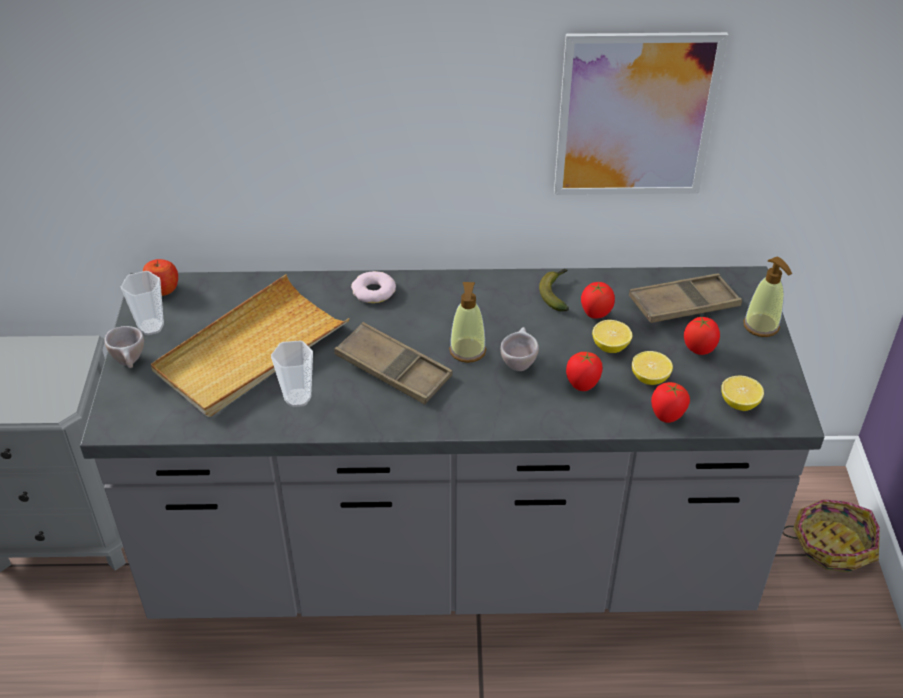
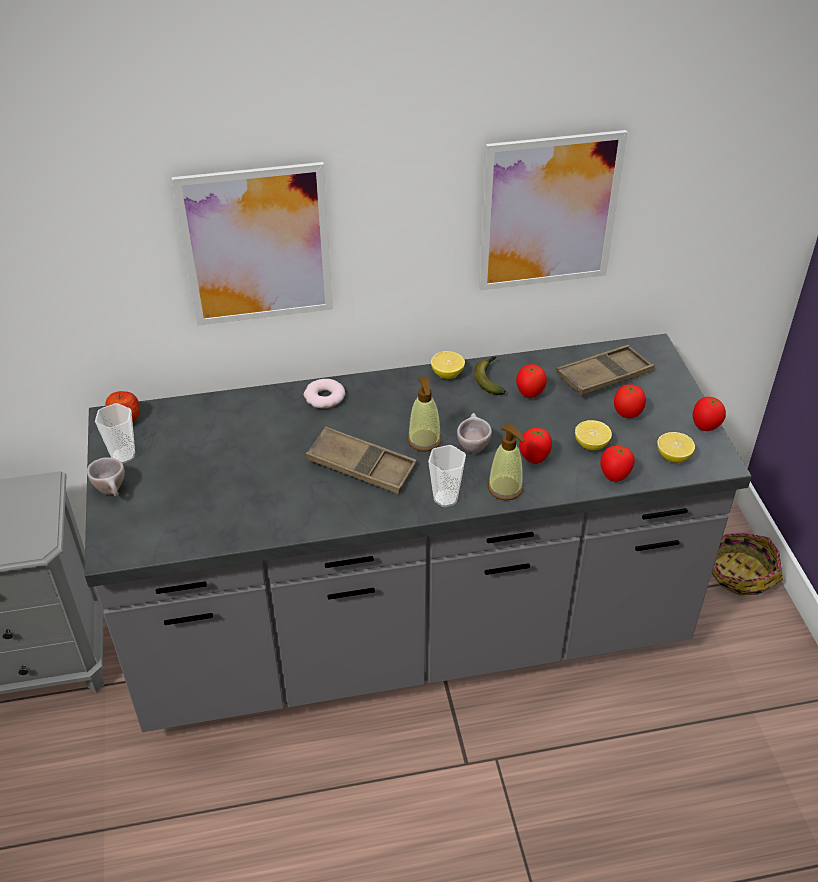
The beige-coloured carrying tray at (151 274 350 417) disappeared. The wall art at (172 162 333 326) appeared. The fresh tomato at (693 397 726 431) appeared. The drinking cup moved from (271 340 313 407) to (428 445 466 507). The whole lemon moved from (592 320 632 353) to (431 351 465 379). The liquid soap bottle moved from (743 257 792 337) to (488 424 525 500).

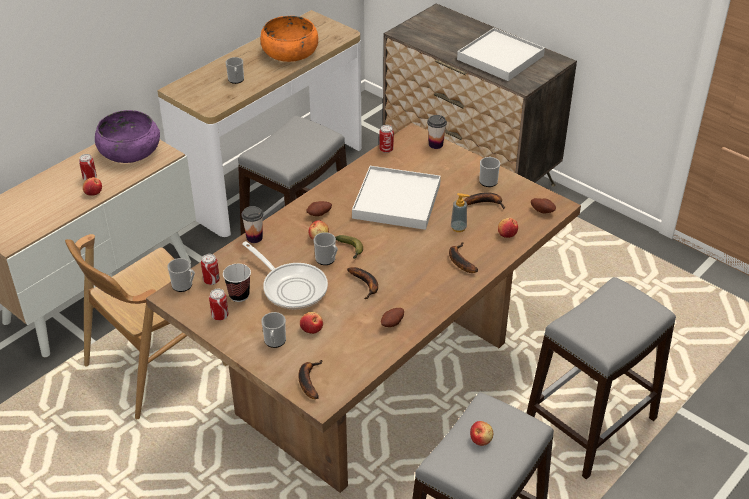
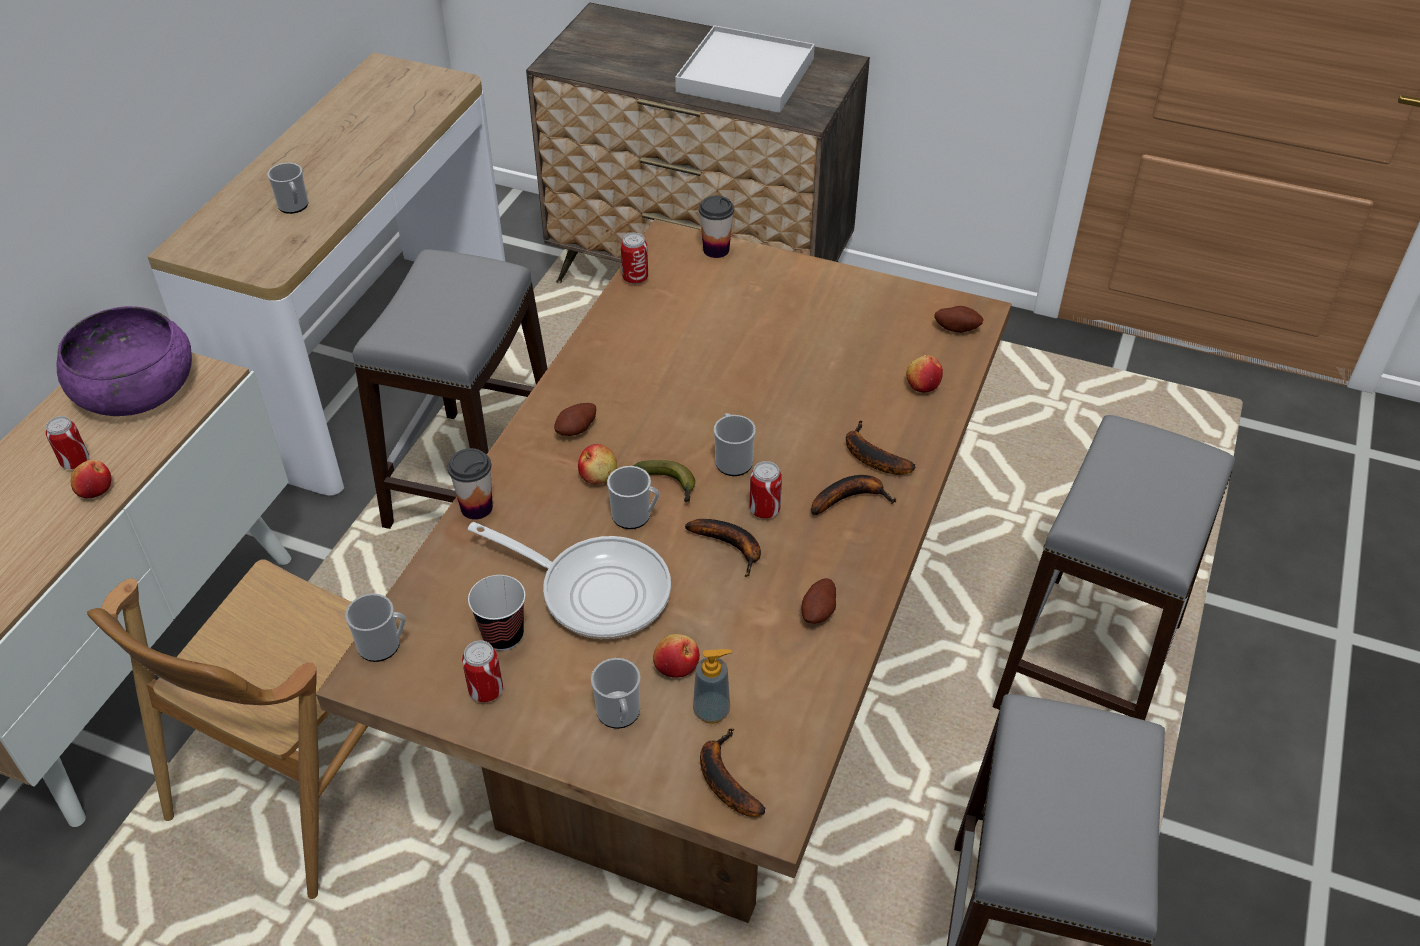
The orangey deep dish at (260 16 318 62) disappeared. The whitish carrying tray at (352 166 441 230) disappeared. The apple at (470 421 493 446) disappeared. The sealed can moved from (201 254 220 285) to (749 461 782 519). The liquid soap bottle moved from (451 193 470 232) to (693 649 732 724). The banana moved from (464 192 505 209) to (811 475 896 516). The mug moved from (479 156 500 187) to (714 413 756 476).

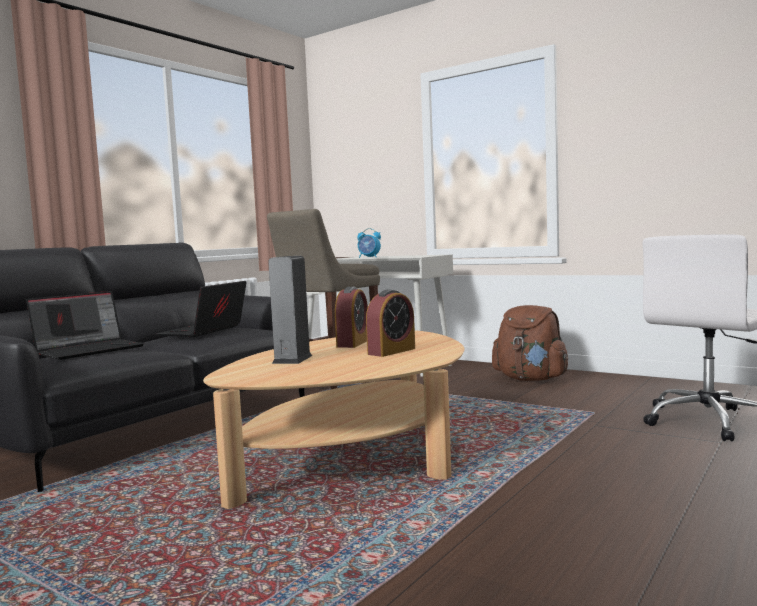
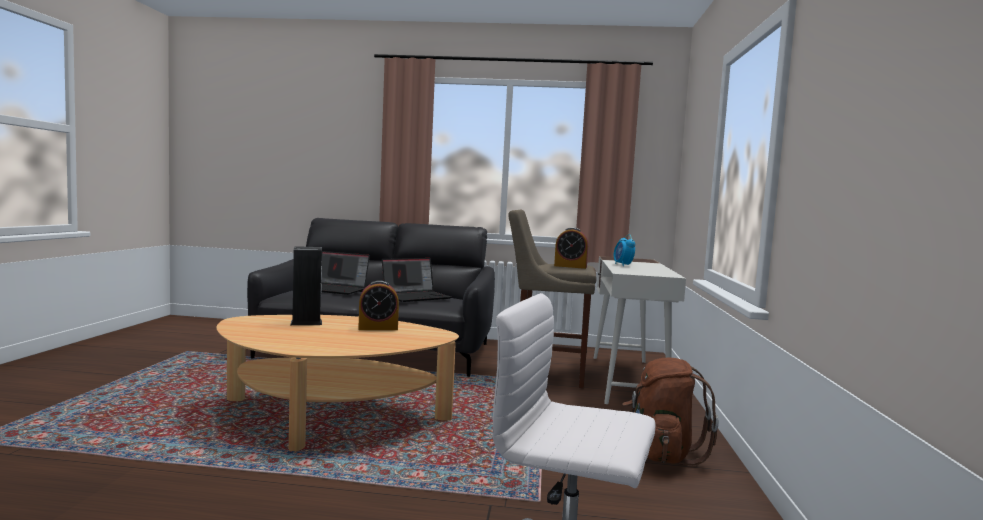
The table clock moved from (366 289 415 357) to (554 227 588 269). The portable computer at (156 281 247 337) turned 150 degrees clockwise.

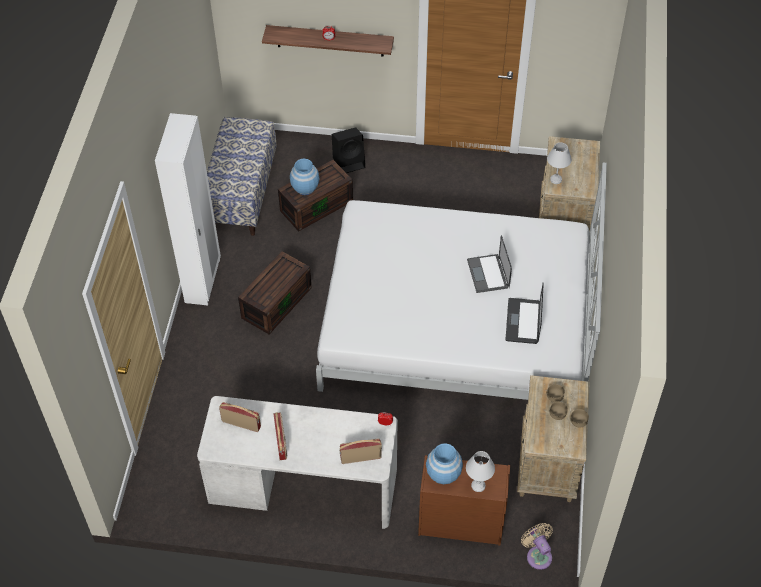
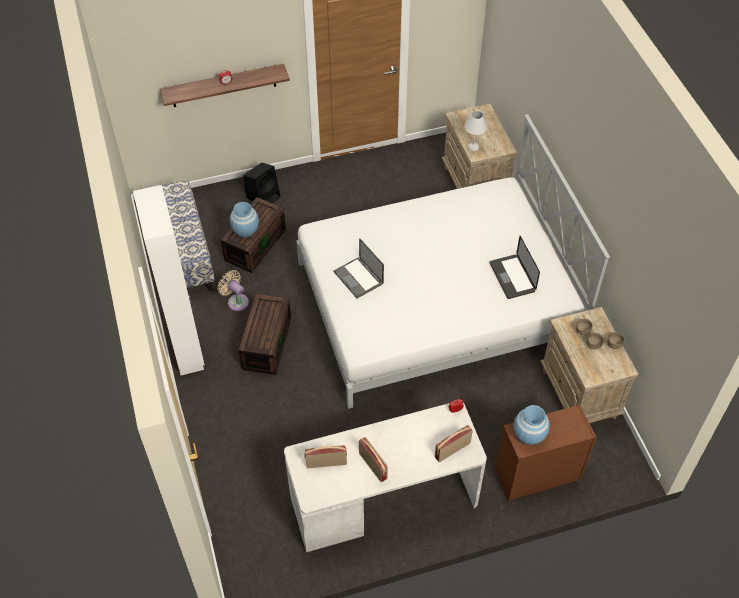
The whitish tabletop lamp at (466 451 495 492) disappeared. The portable computer moved from (467 235 512 293) to (334 238 384 299). The beige-coloured electric fan moved from (521 523 553 570) to (218 270 249 311).

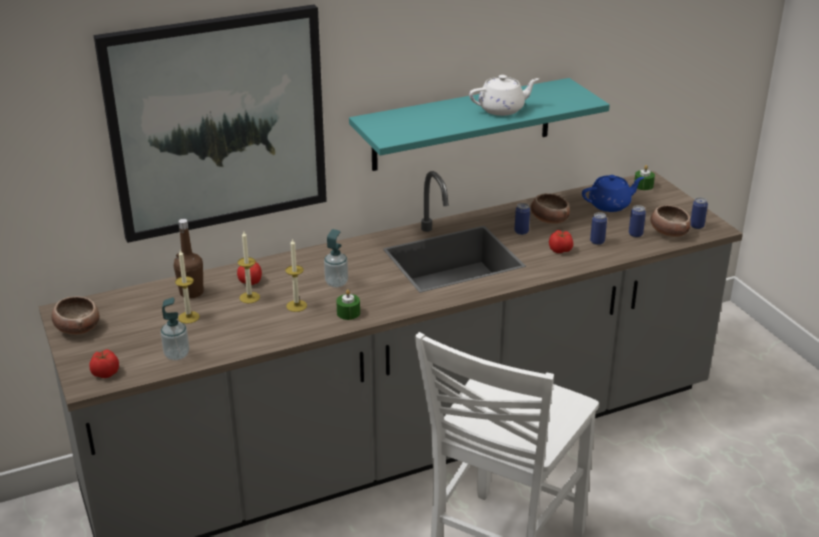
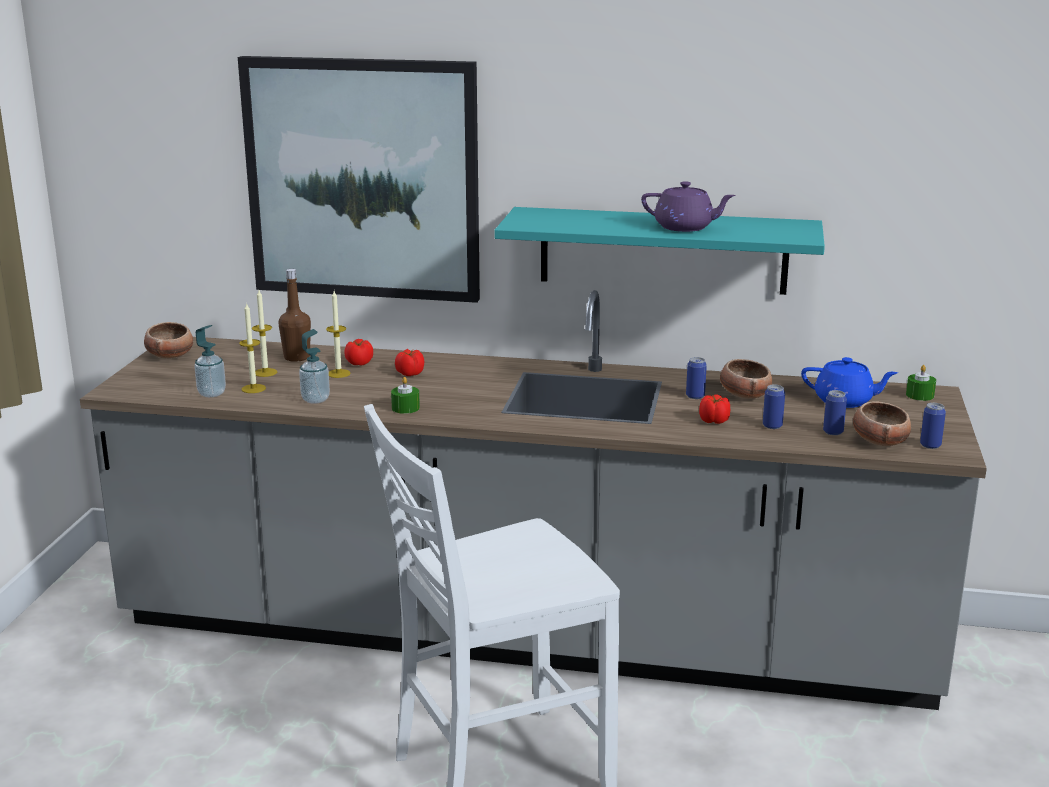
The fresh tomato moved from (89 350 119 378) to (395 349 424 376). The wax candle moved from (286 238 307 312) to (239 302 266 393). The liquid soap bottle moved from (324 229 348 288) to (299 329 330 404). The whitish pot for tea at (469 75 539 116) became the purplish pot for tea at (641 182 736 232).

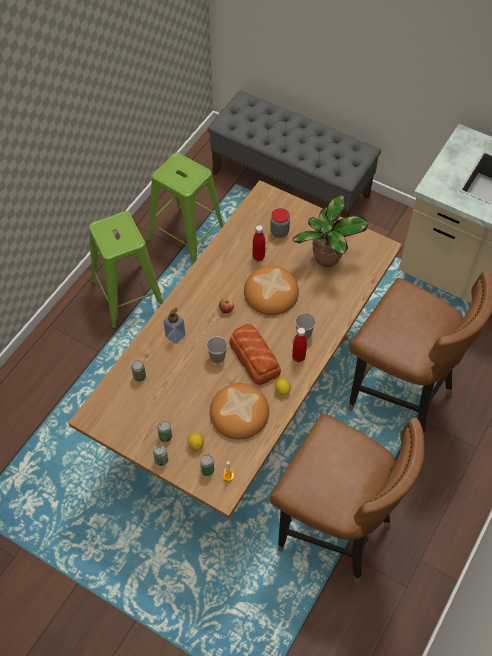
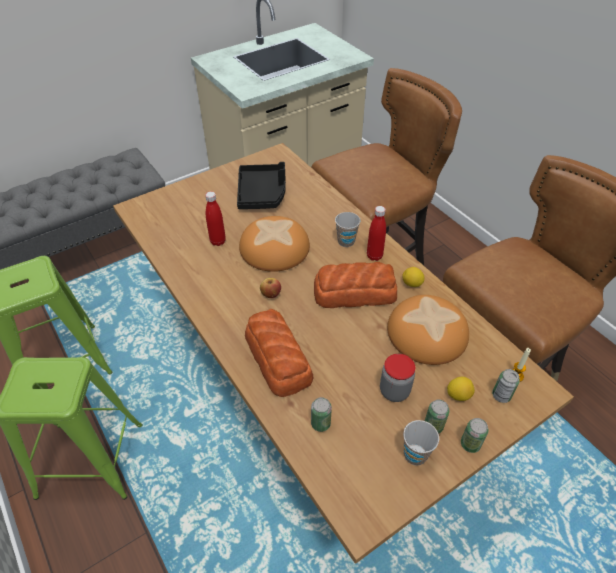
The drinking cup moved from (206 336 227 363) to (403 420 439 466). The jar moved from (270 208 290 238) to (380 354 415 402). The liquid soap bottle at (163 308 185 344) was replaced by the bakery bread at (245 309 314 397). The plant in a pot at (293 195 369 267) was replaced by the black carrying tray at (237 162 286 209).

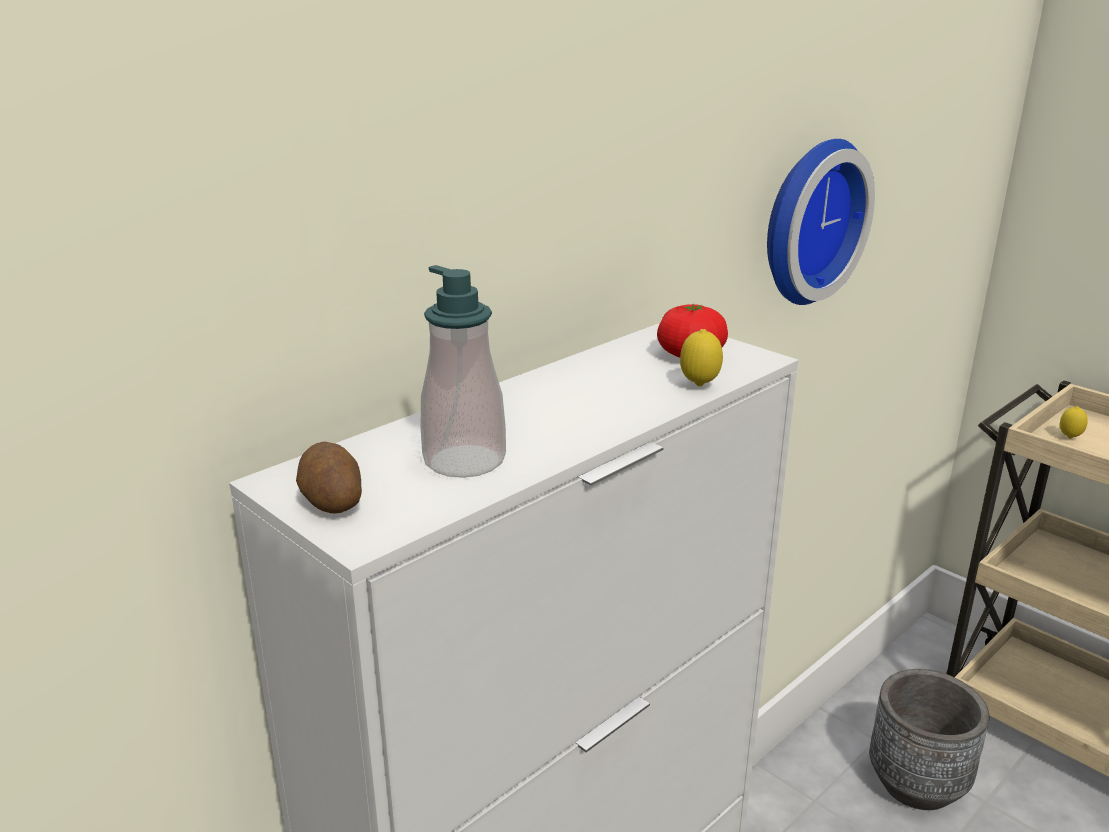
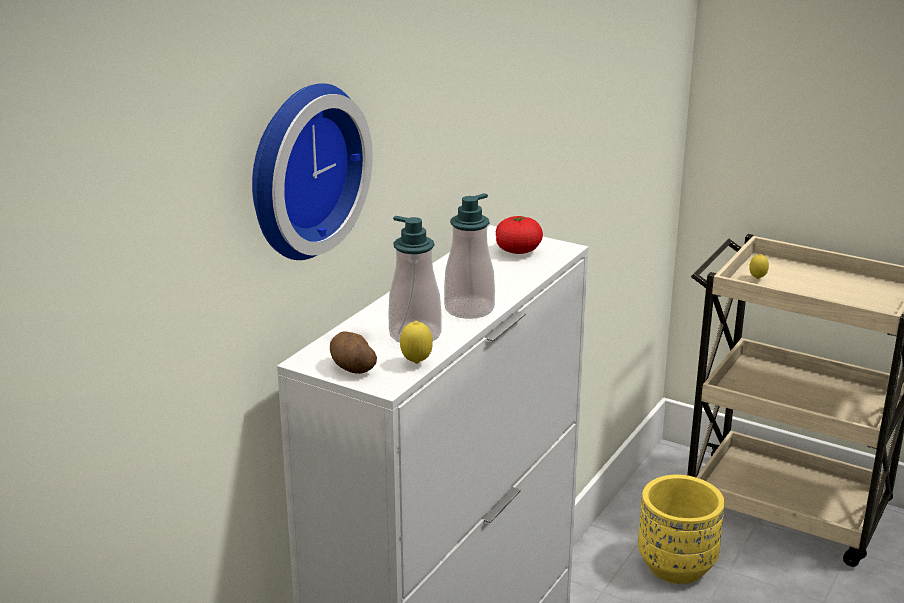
The liquid soap bottle at (444 193 495 319) appeared. The whole lemon moved from (680 329 723 386) to (400 321 433 364). The wall clock moved from (767 139 875 305) to (252 83 373 260). The grey planter at (869 669 989 810) became the yellow-coloured planter at (638 475 725 584).

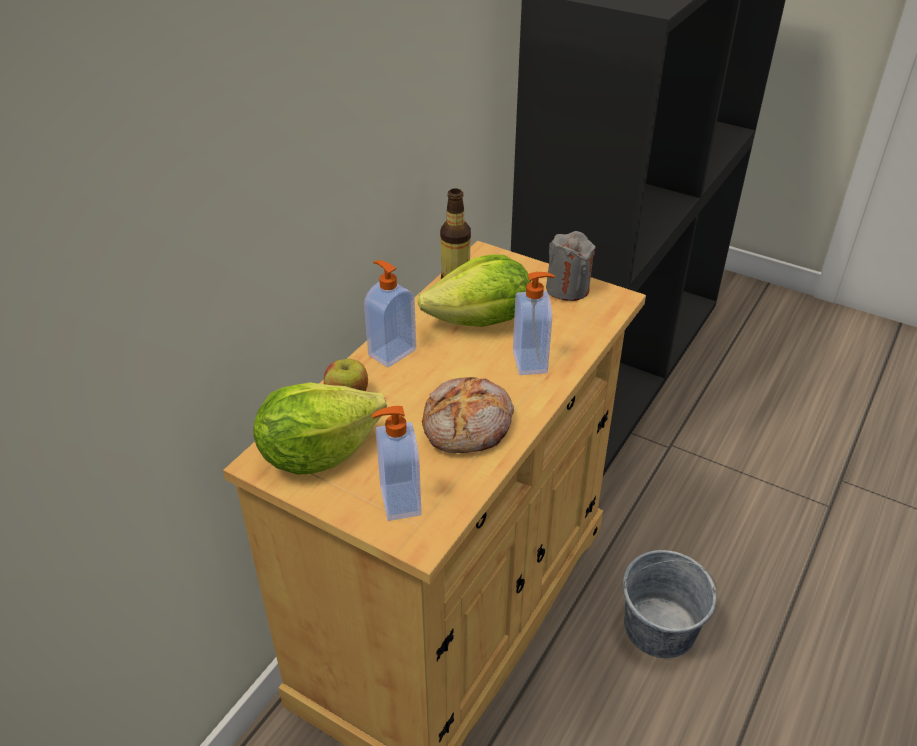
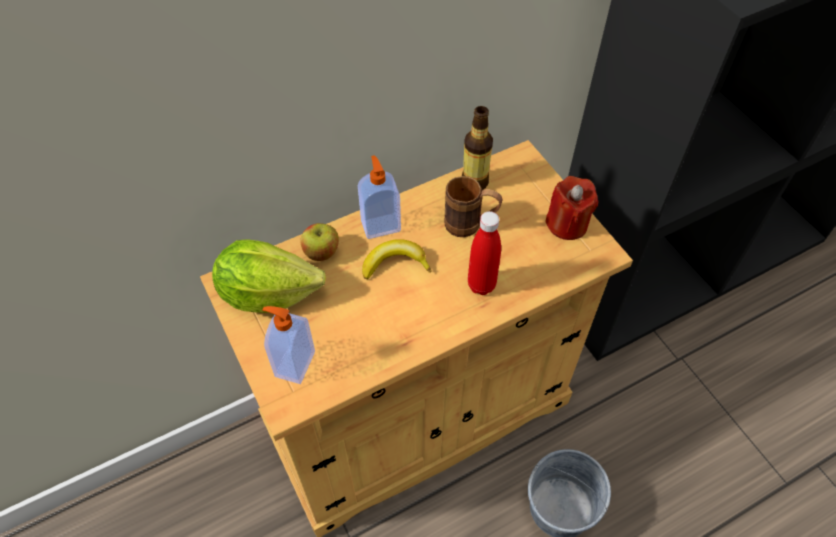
The bakery bread at (422 377 514 453) disappeared. The banana at (362 239 432 280) appeared. The lettuce at (418 254 531 327) was replaced by the brown mug at (444 176 503 237). The liquid soap bottle at (513 272 555 375) was replaced by the red drink bottle at (468 211 501 295). The grey wax candle at (546 231 596 301) became the red wax candle at (545 176 598 240).

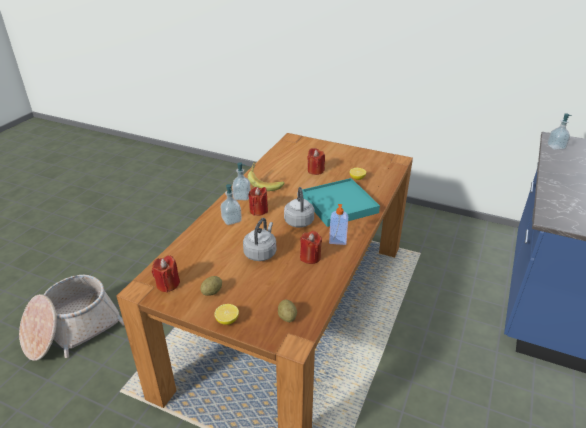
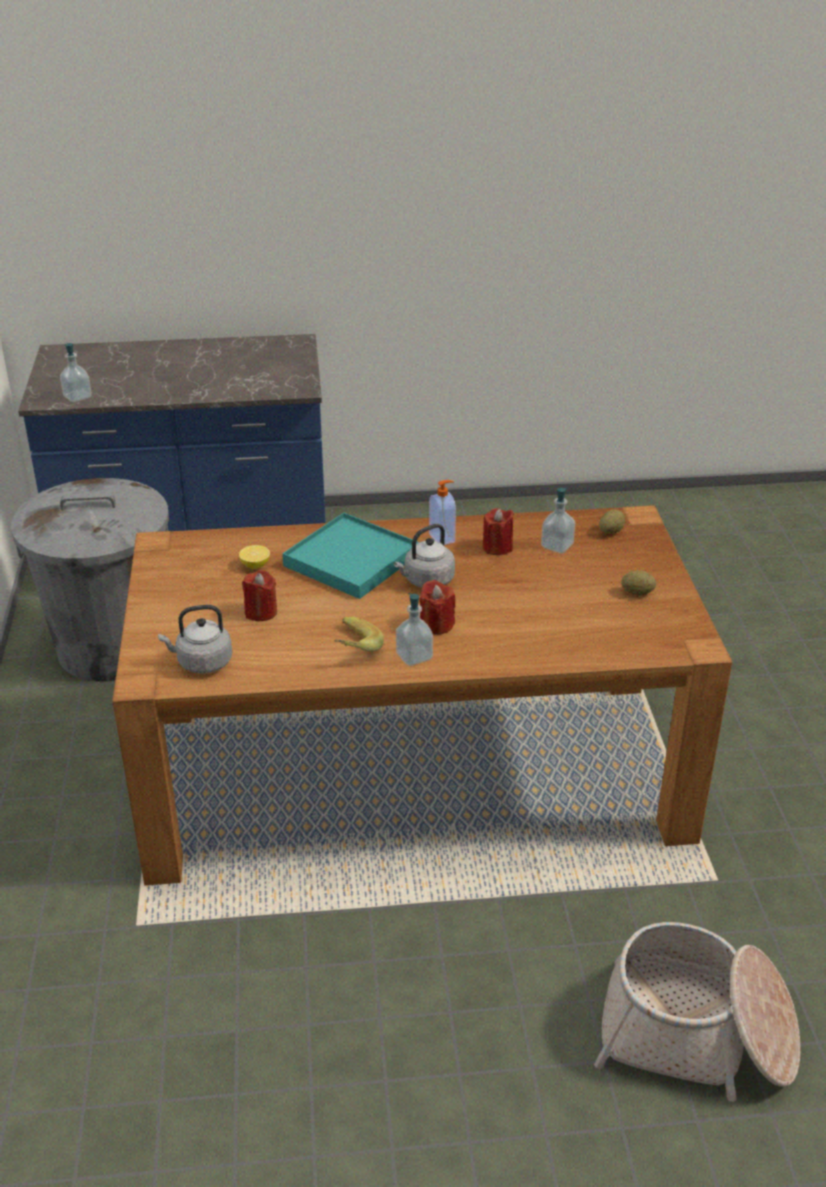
The red wax candle at (152 255 180 293) disappeared. The whole lemon at (214 304 239 325) disappeared. The grey waste bin at (11 478 169 682) appeared. The liquid soap bottle moved from (221 184 242 225) to (541 488 575 553). The grey water kettle moved from (243 218 276 261) to (158 605 232 674).

